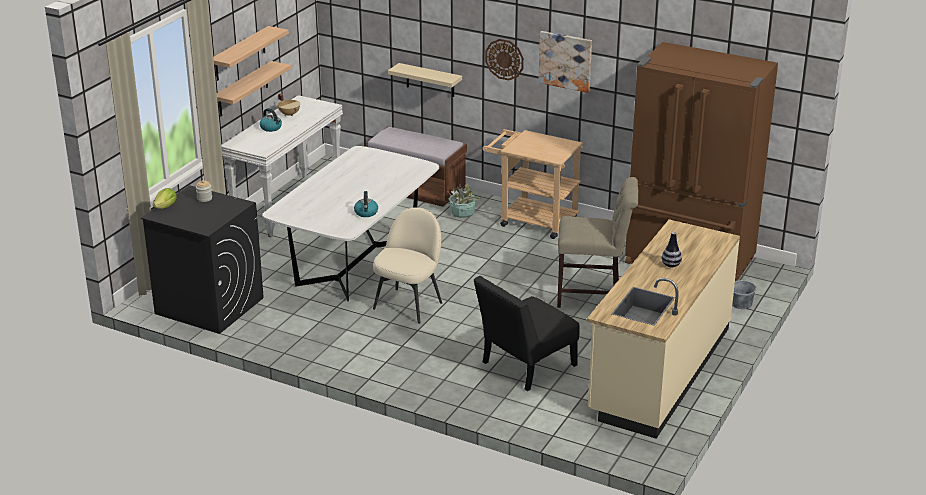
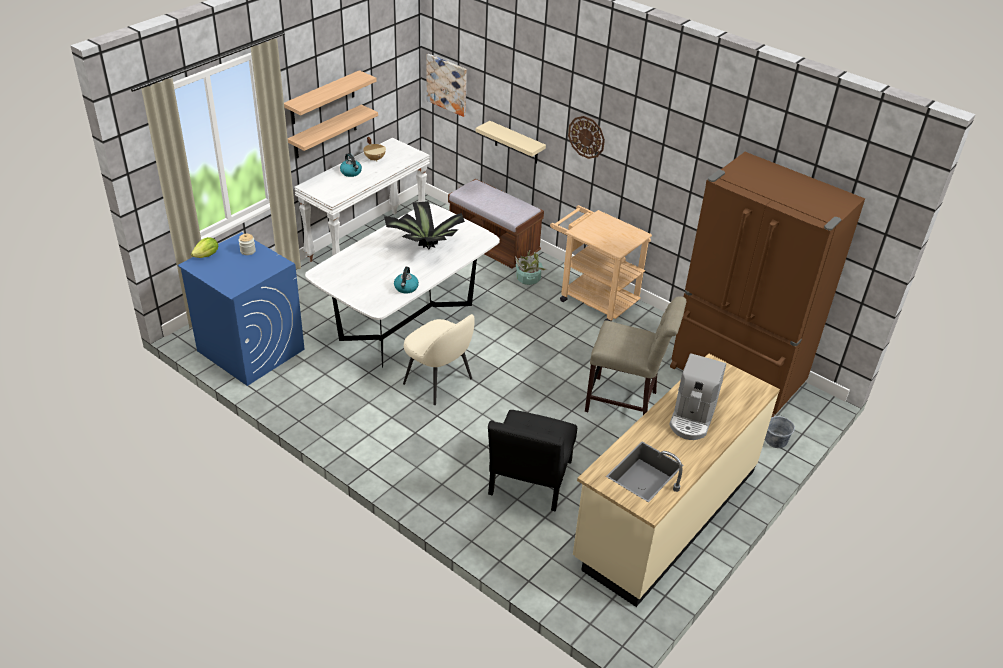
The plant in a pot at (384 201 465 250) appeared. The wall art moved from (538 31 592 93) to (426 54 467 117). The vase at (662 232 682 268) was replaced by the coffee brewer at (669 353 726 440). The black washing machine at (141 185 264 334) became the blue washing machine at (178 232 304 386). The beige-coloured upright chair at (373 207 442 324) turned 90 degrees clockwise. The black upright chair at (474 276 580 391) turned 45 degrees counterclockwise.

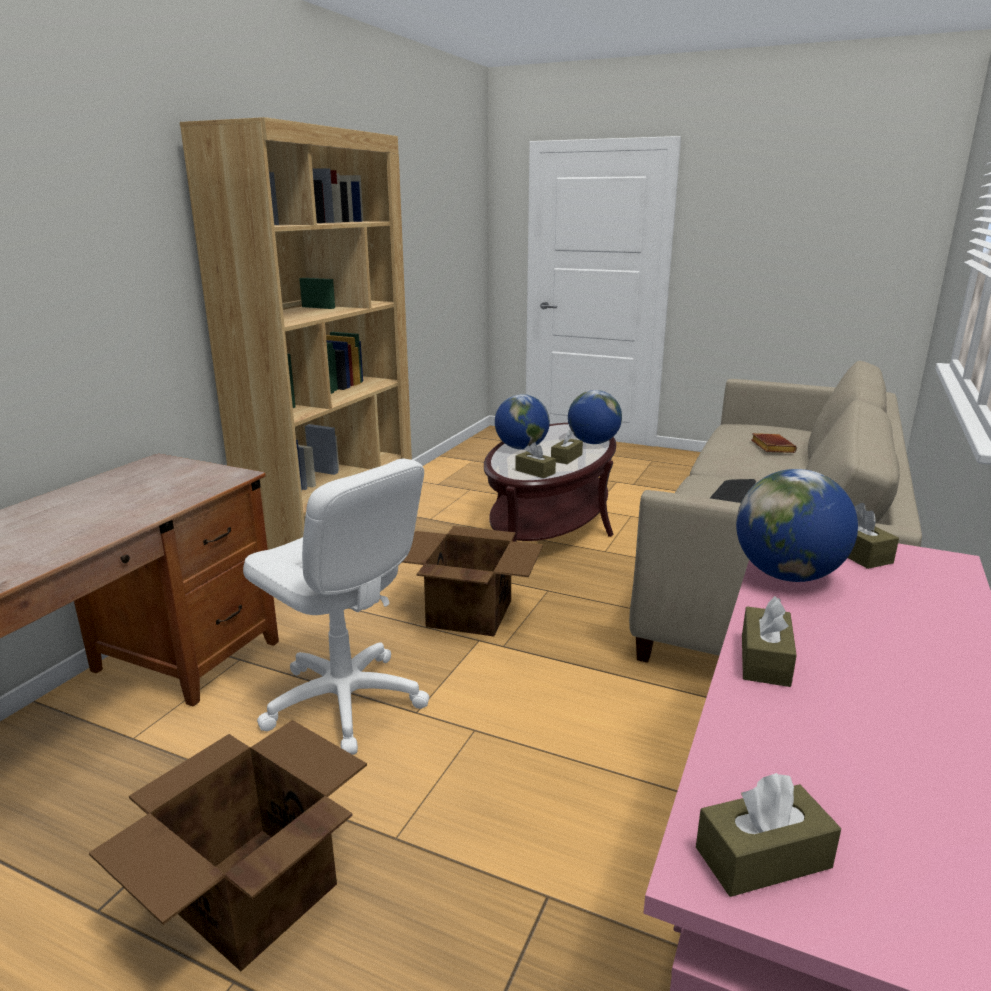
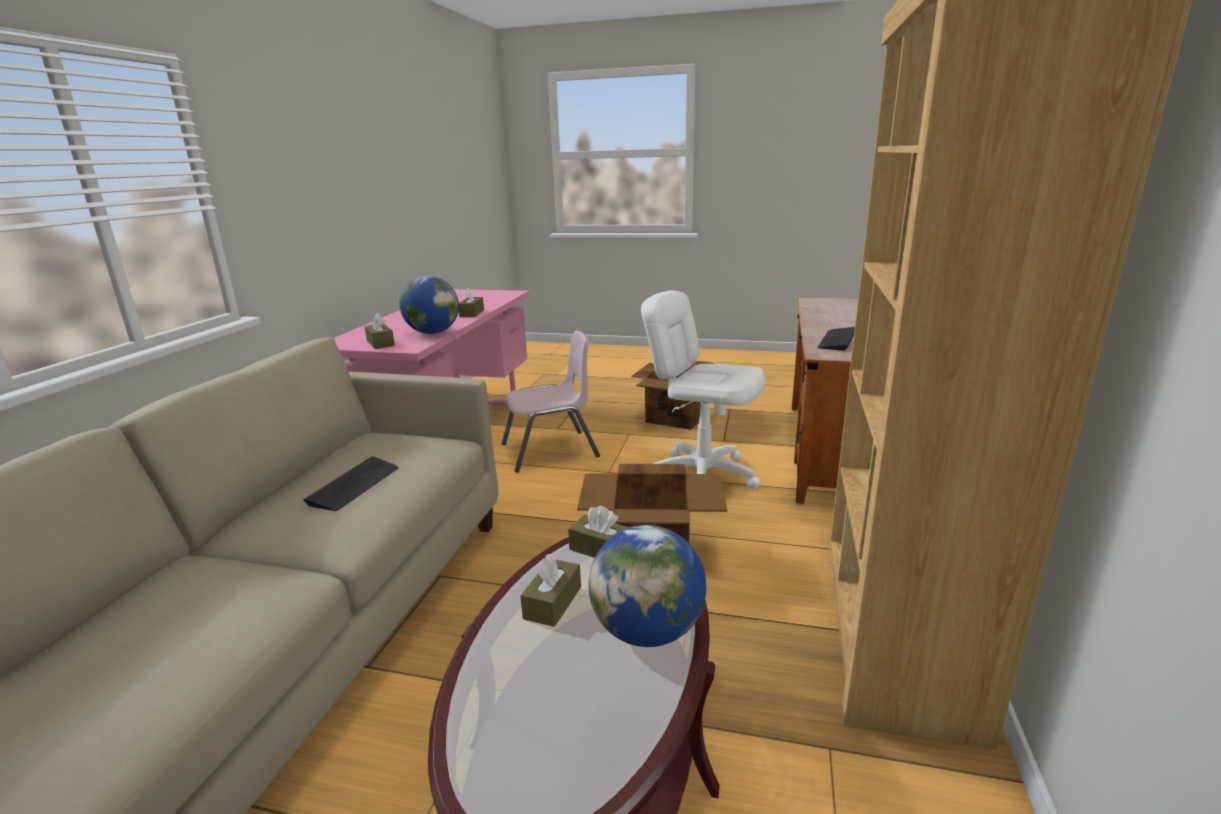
The globe at (568 390 622 444) disappeared. The brown box of tissues at (696 773 841 897) disappeared. The brown volume at (751 433 797 453) disappeared. The pink-coloured upright chair at (502 331 600 473) appeared. The keyboard at (817 327 855 351) appeared.

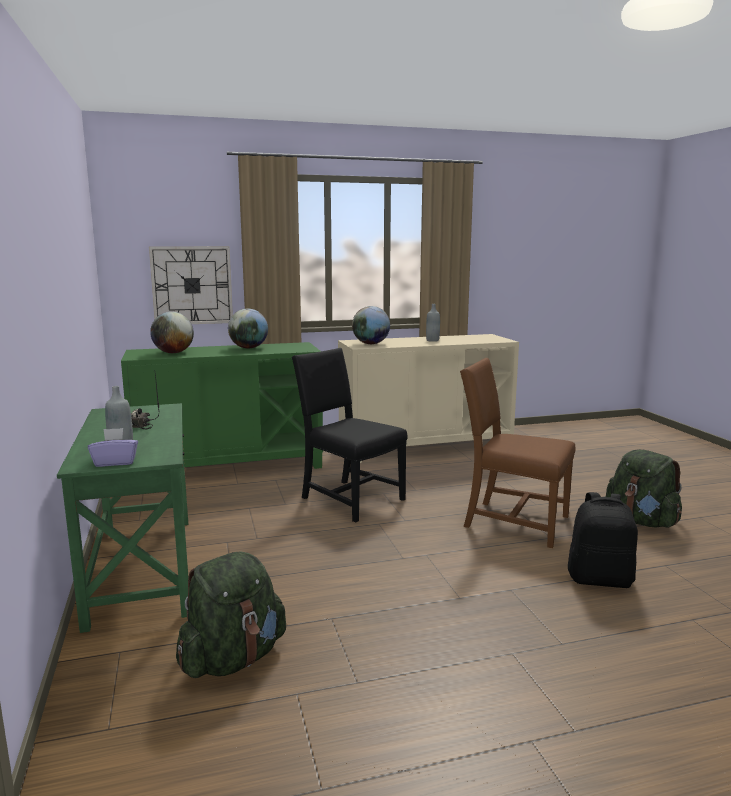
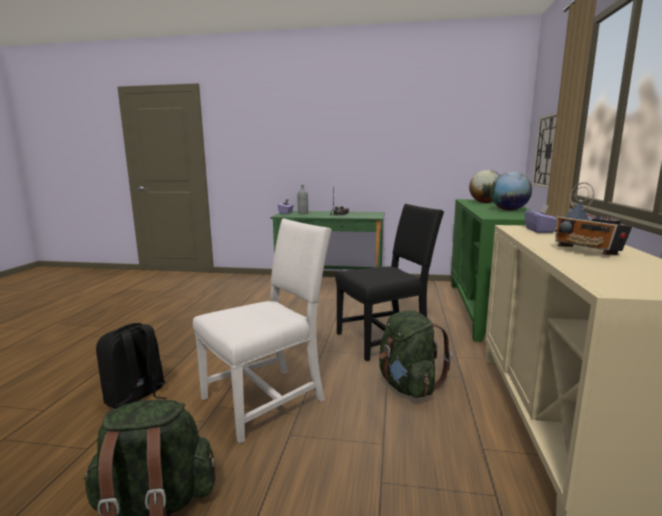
The green knapsack moved from (176 551 286 678) to (379 311 452 398). The globe at (352 306 390 344) was replaced by the purplish box of tissues at (525 205 556 233). The grey drink bottle at (426 304 440 342) was replaced by the radio at (555 182 632 255). The brown upright chair at (460 358 576 548) became the whitish upright chair at (193 219 332 444).

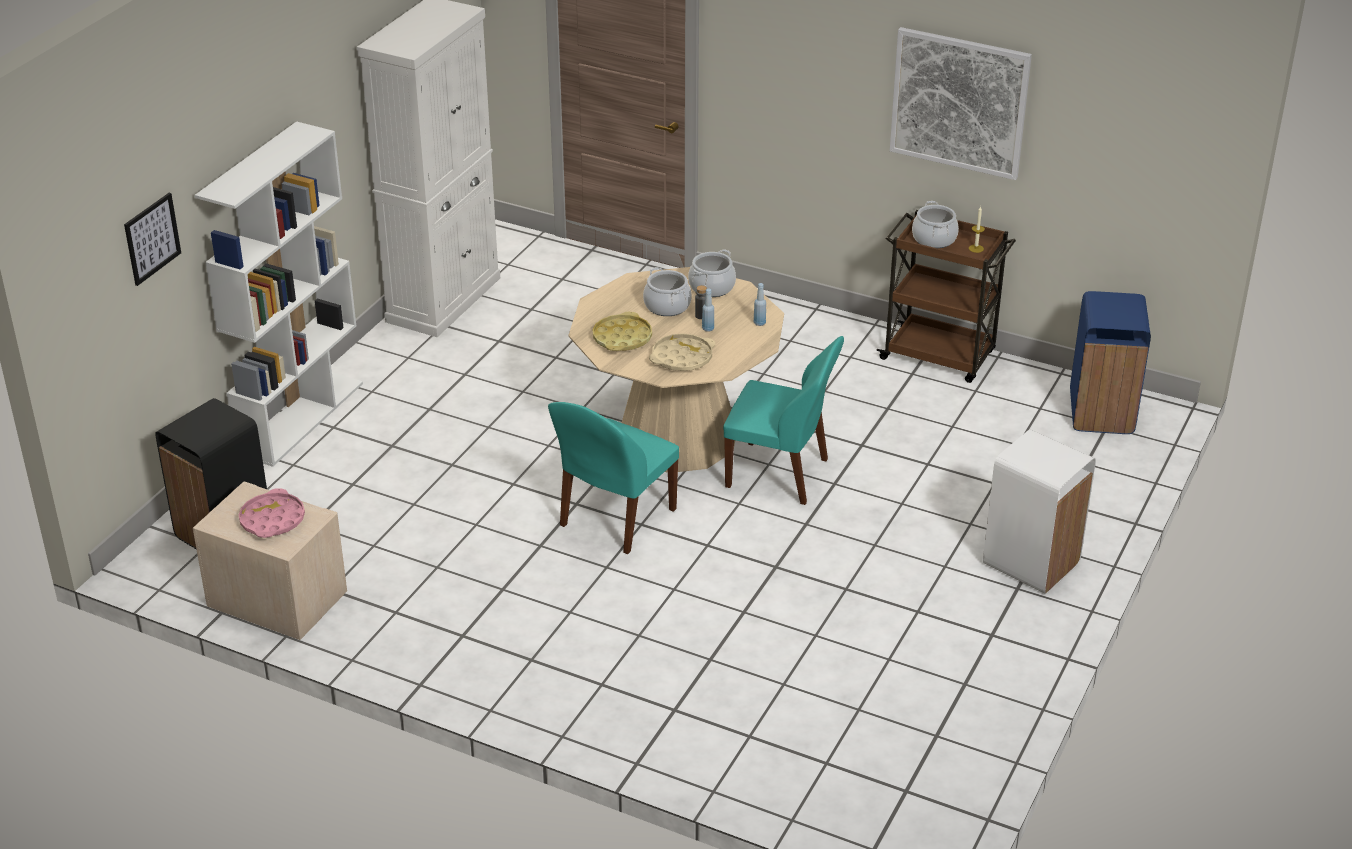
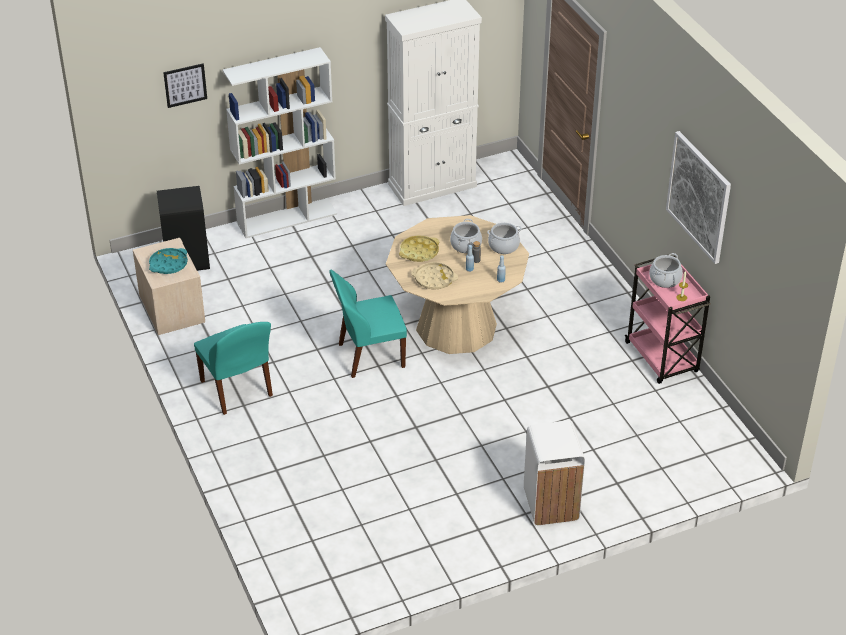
The blue waste bin at (1070 291 1151 434) disappeared. The turquoise-coloured upright chair moved from (723 336 844 505) to (194 322 273 415). The pink-coloured carrying tray at (239 488 305 538) became the turquoise-coloured carrying tray at (149 248 188 274). The brown trolley at (876 210 1016 383) became the pink-coloured trolley at (624 256 711 384).

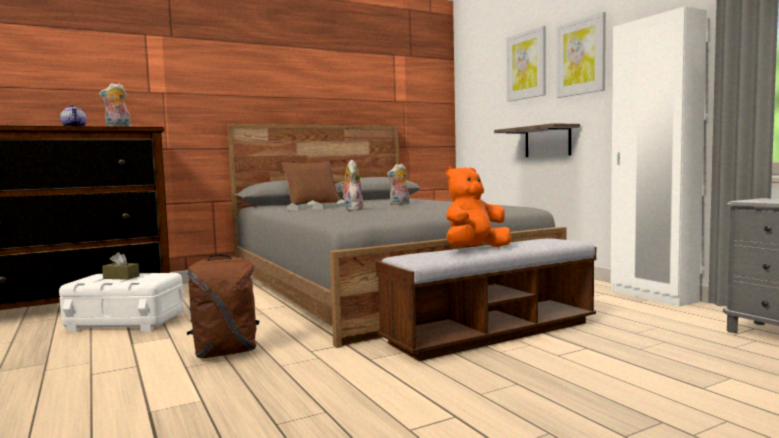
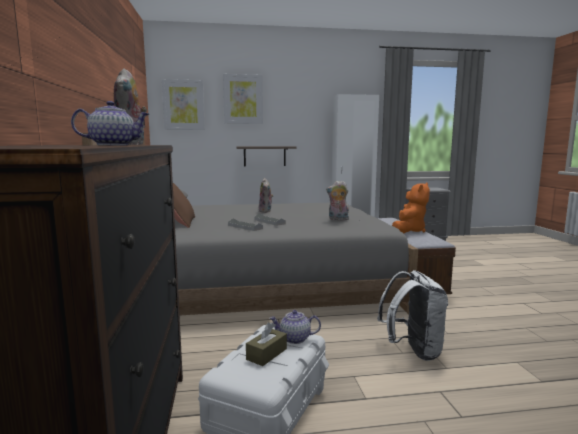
The pot for tea at (269 310 321 344) appeared. The wall art moved from (556 12 606 98) to (162 79 205 130). The brown knapsack at (187 254 260 358) became the whitish knapsack at (377 270 448 361). The orangey soft toy at (446 167 511 248) turned 135 degrees counterclockwise.

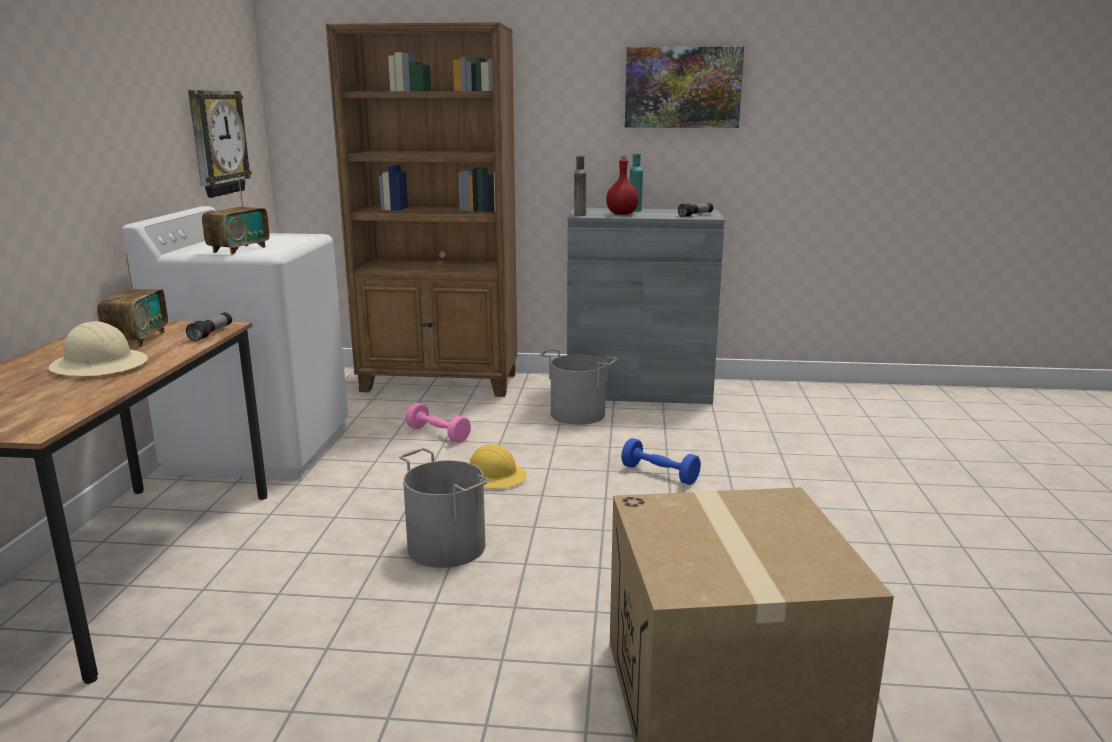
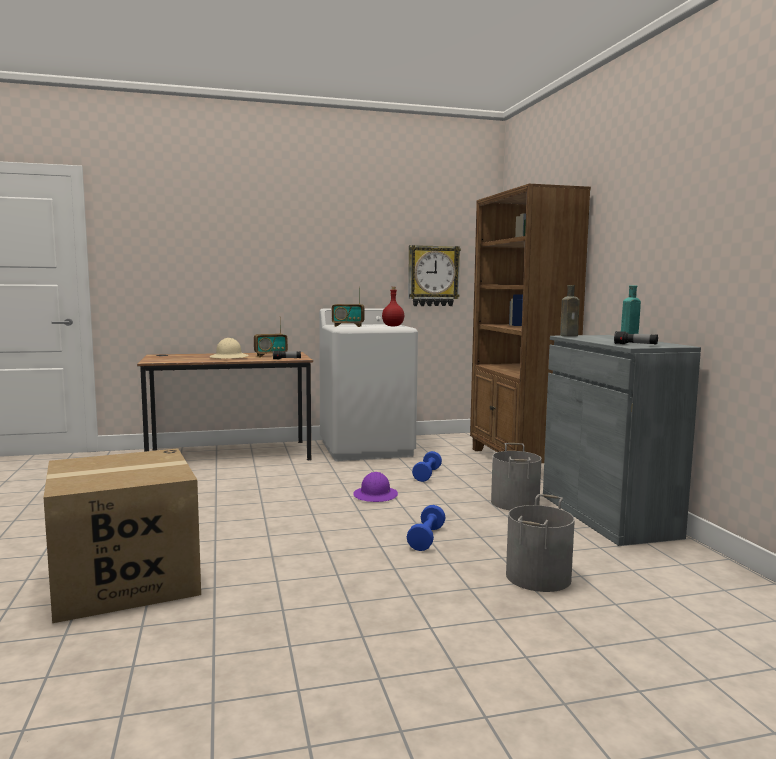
The wall art at (625 46 744 128) disappeared. The grey bucket moved from (399 448 490 568) to (506 494 575 592). The red drink bottle moved from (606 156 639 215) to (382 287 404 326). The pink-coloured dumbbell at (406 403 471 443) became the blue dumbbell at (412 451 442 482). The yellow-coloured safety helmet at (470 444 527 488) became the purplish safety helmet at (353 472 398 502).

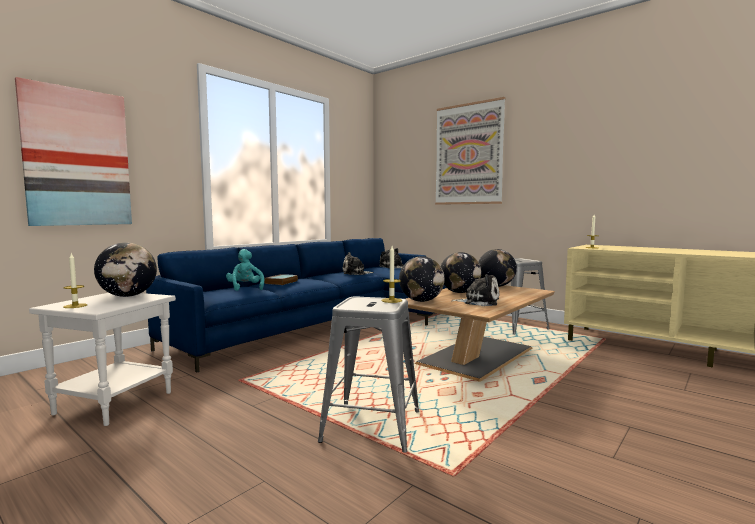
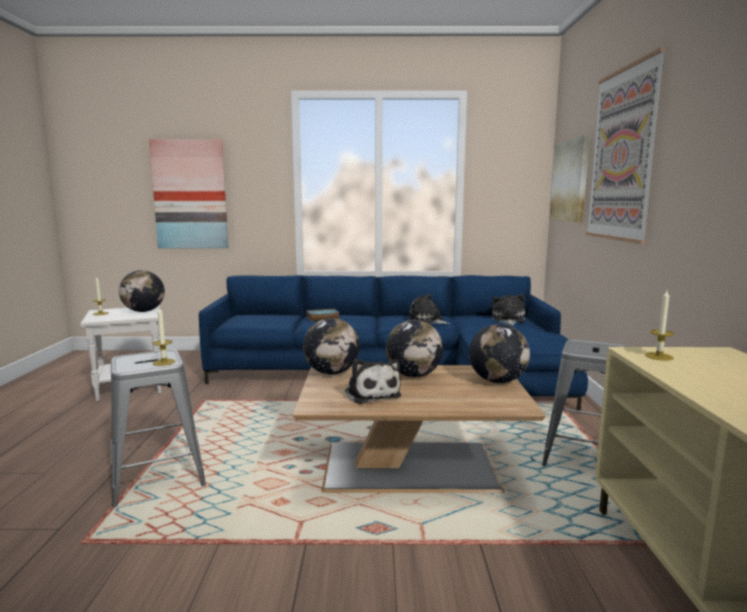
The turquoise-coloured soft toy at (226 249 264 291) disappeared. The wall art at (550 135 590 223) appeared.

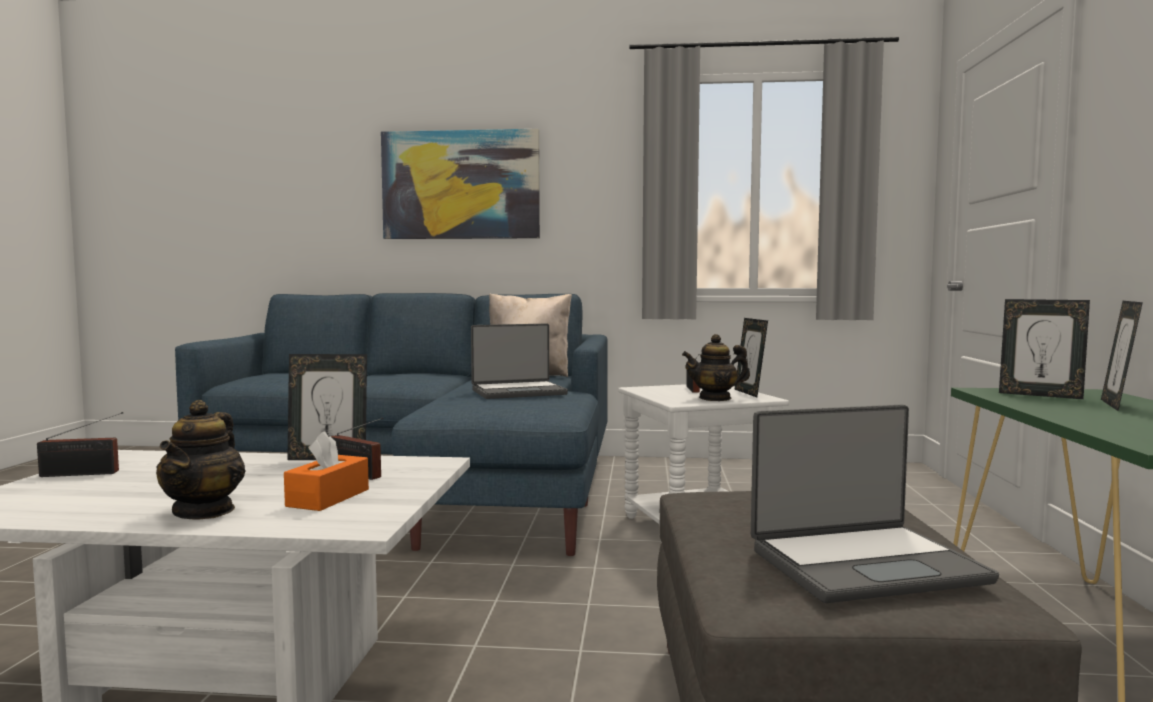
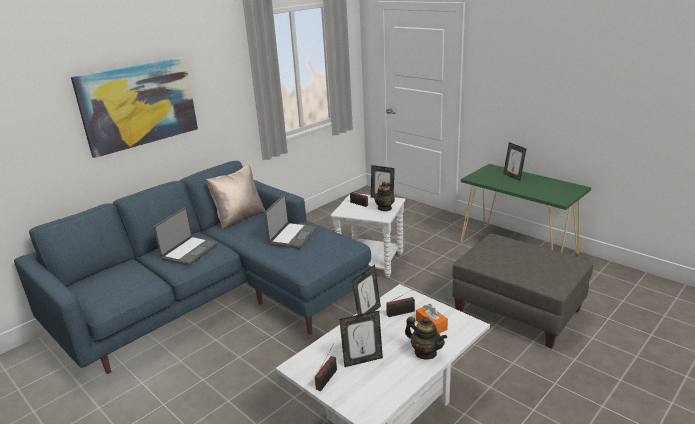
The portable computer moved from (751 405 999 603) to (153 207 218 266). The picture frame moved from (999 299 1090 399) to (340 311 383 367).

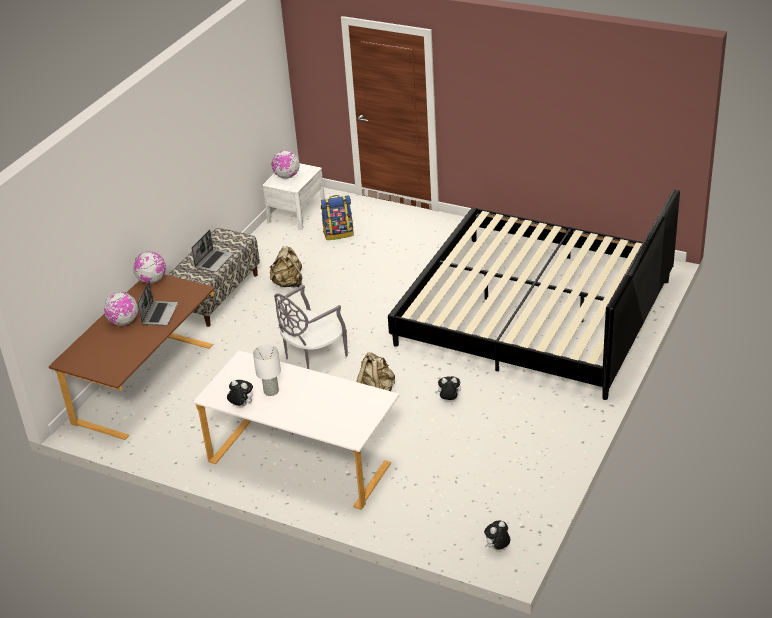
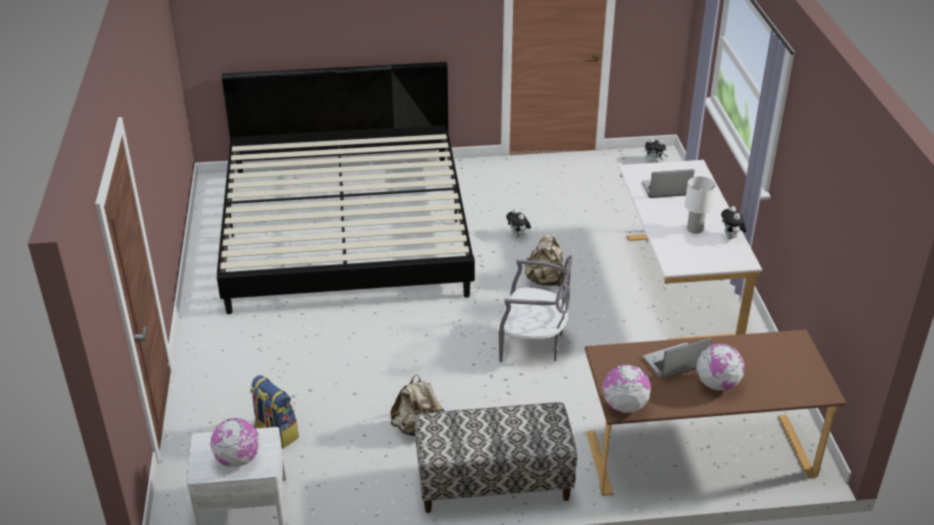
The portable computer moved from (191 230 233 272) to (642 169 695 198).

